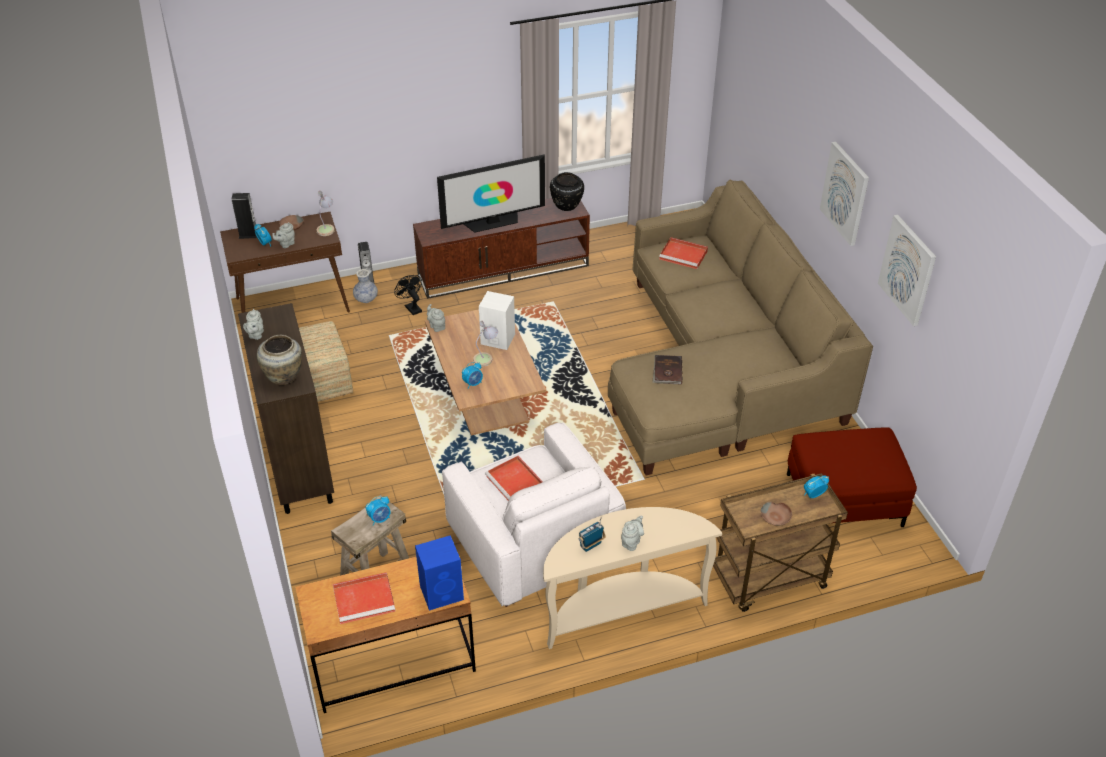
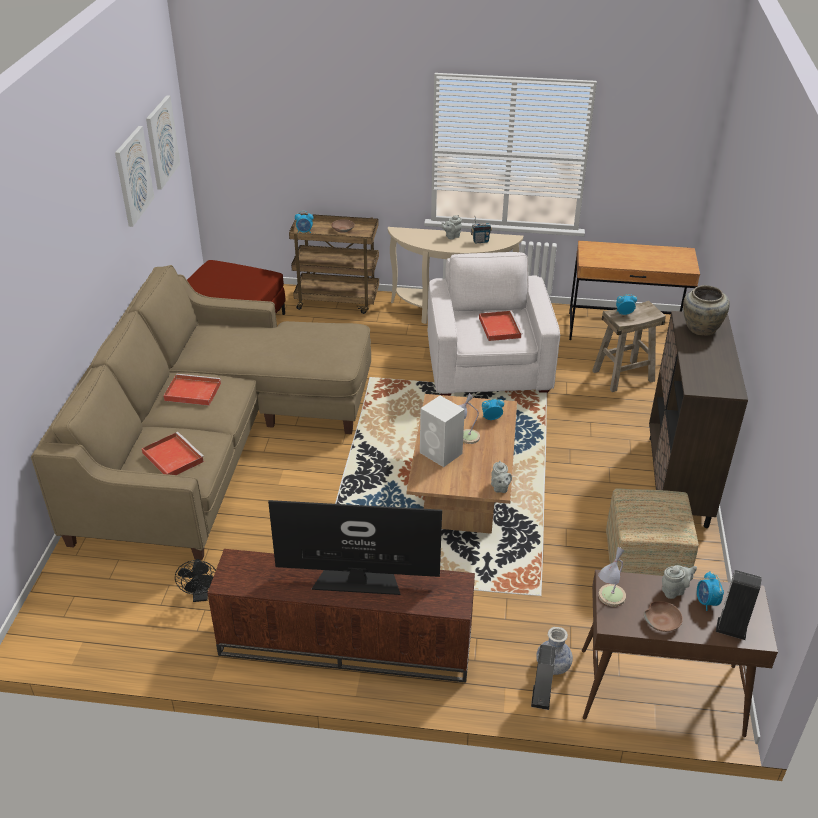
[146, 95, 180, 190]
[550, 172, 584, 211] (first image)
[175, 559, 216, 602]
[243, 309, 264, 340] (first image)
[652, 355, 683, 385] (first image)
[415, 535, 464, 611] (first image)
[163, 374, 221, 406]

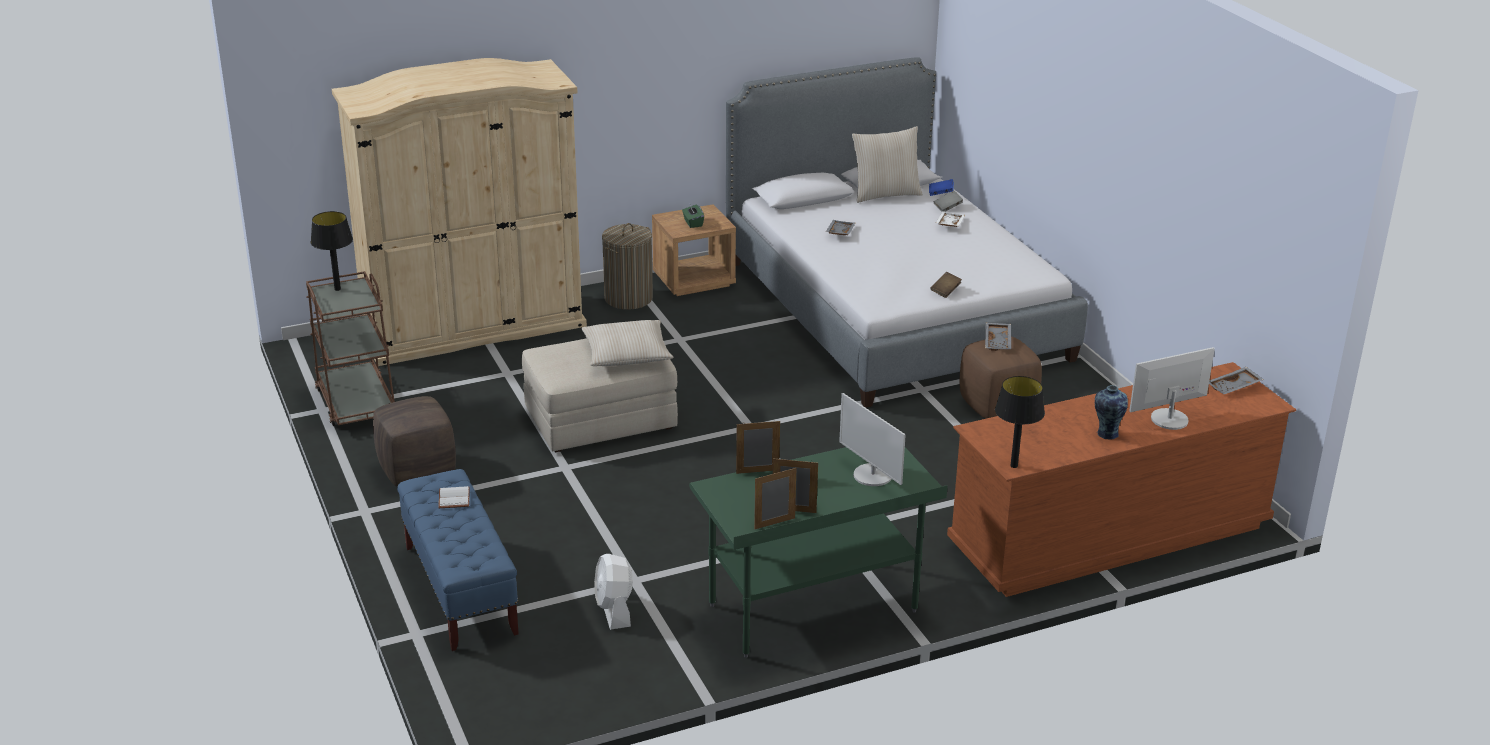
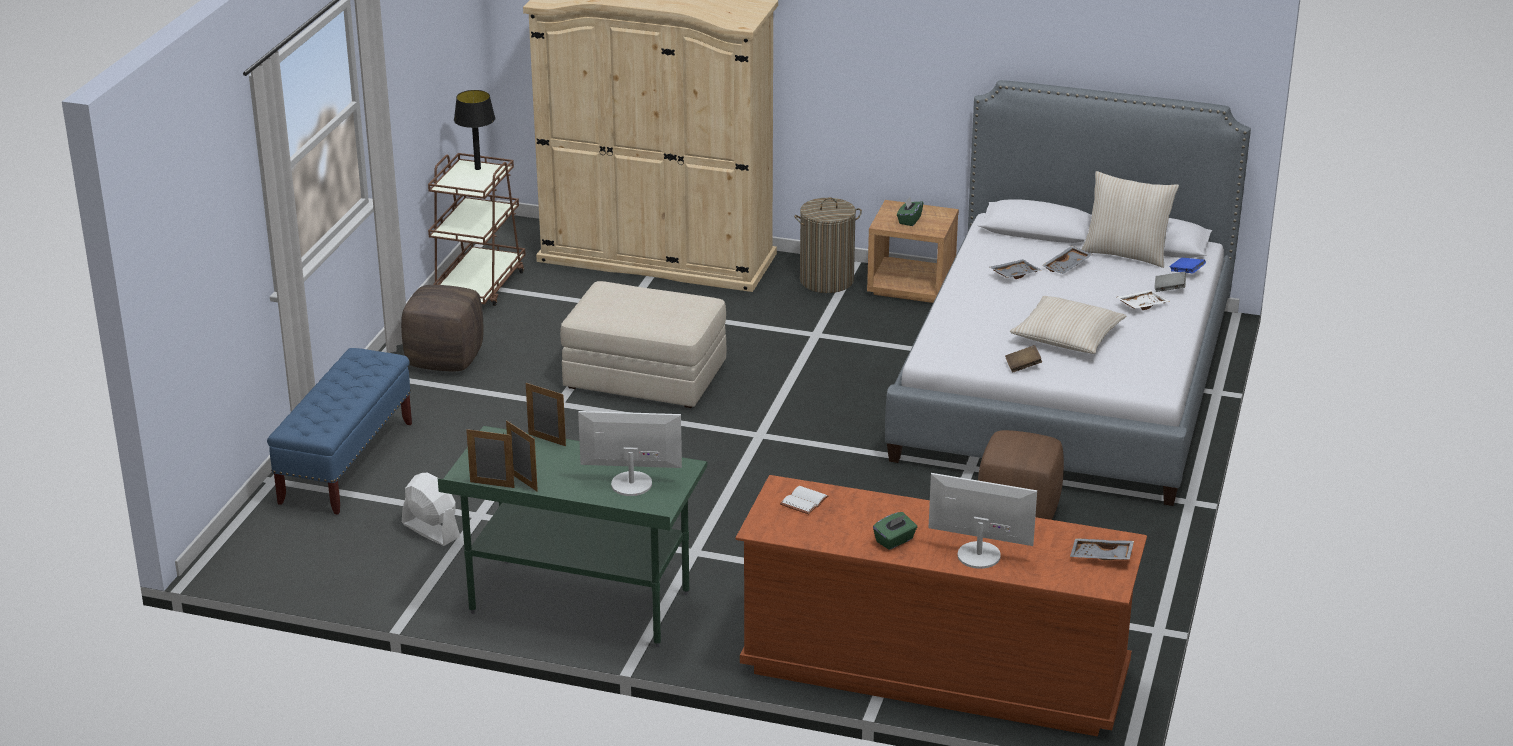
[1010, 296, 1126, 354]
[1042, 246, 1093, 274]
[995, 376, 1045, 468] (first image)
[873, 512, 917, 550]
[578, 411, 682, 496]
[780, 486, 829, 514]
[402, 473, 460, 546]

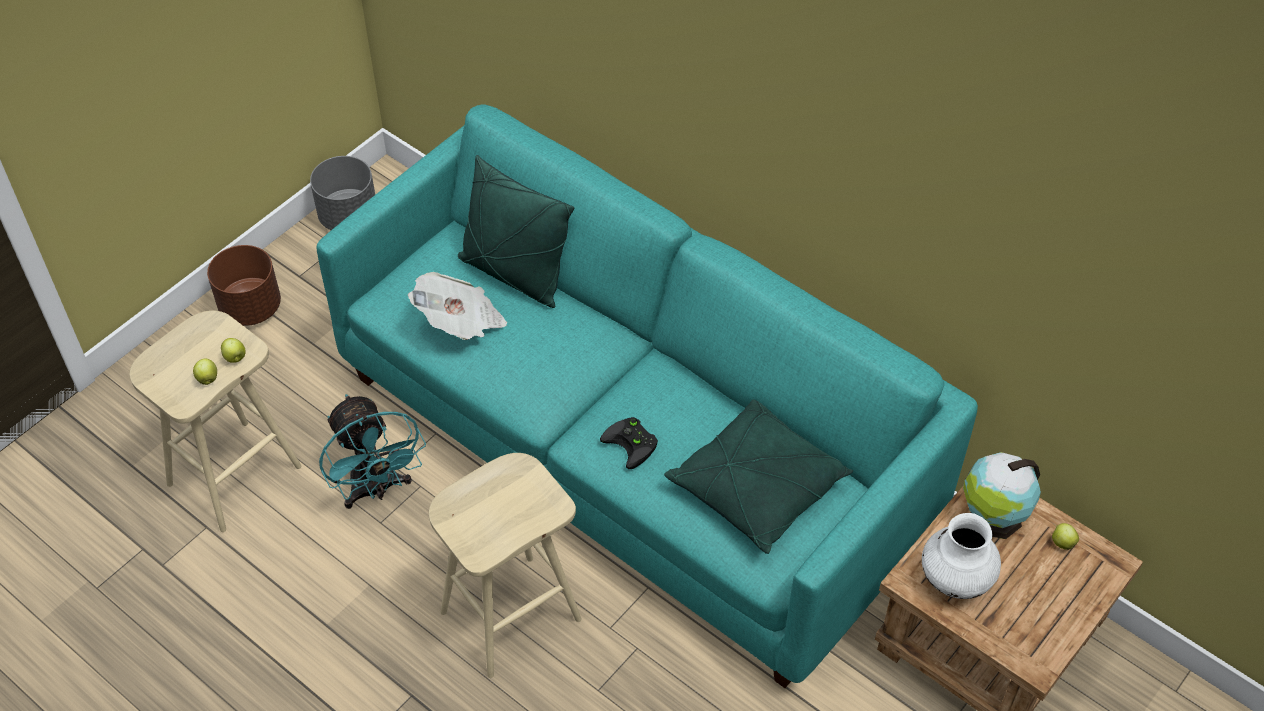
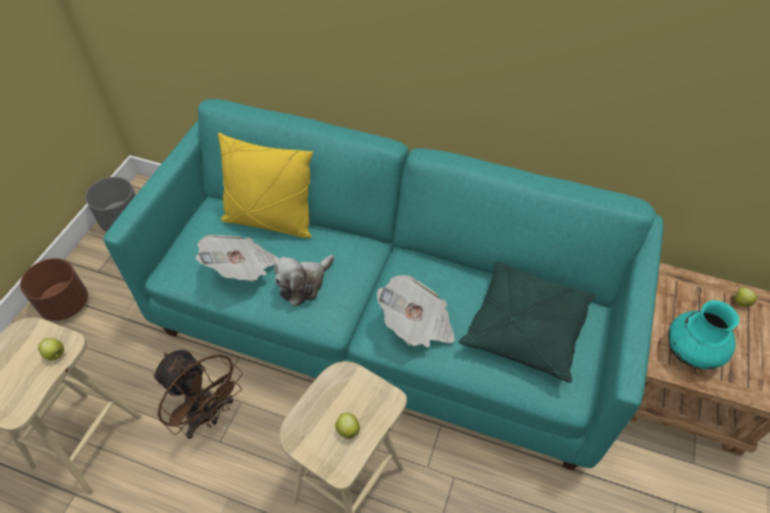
[218, 133, 313, 238]
[335, 413, 360, 439]
[153, 350, 243, 439]
[377, 275, 455, 347]
[963, 452, 1041, 539] (first image)
[668, 300, 739, 369]
[274, 255, 334, 307]

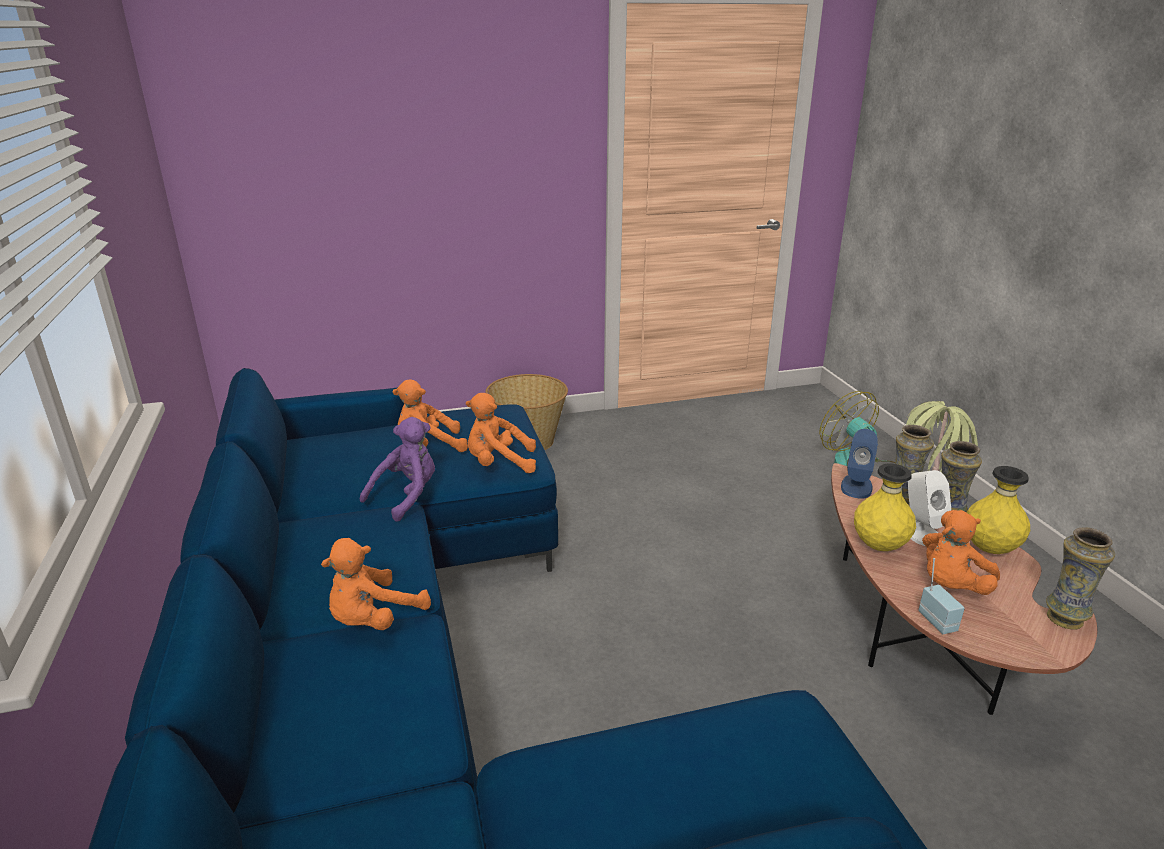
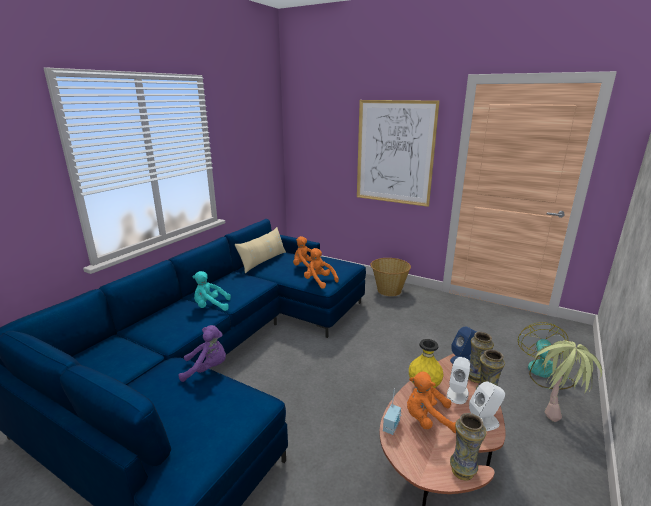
[179, 325, 226, 382]
[469, 382, 505, 431]
[192, 271, 231, 311]
[357, 100, 440, 207]
[235, 227, 286, 273]

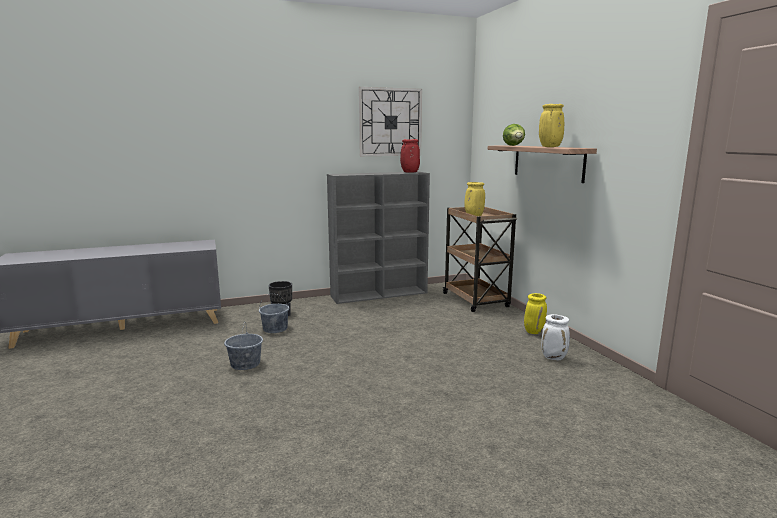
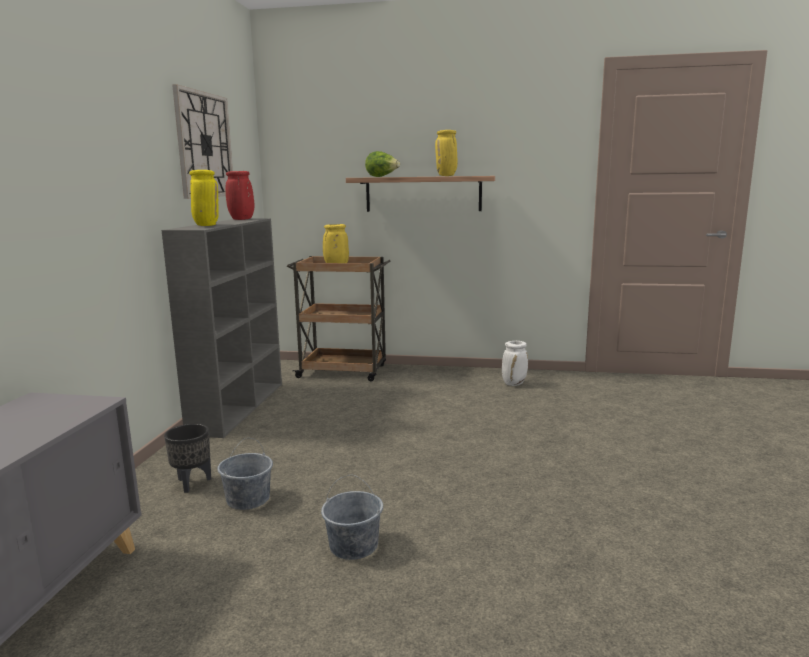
[189, 170, 219, 226]

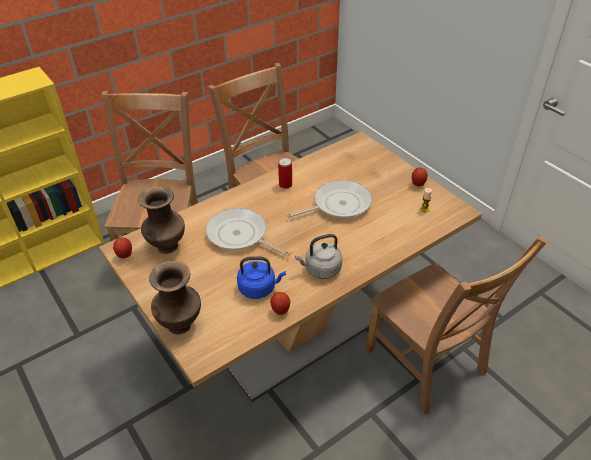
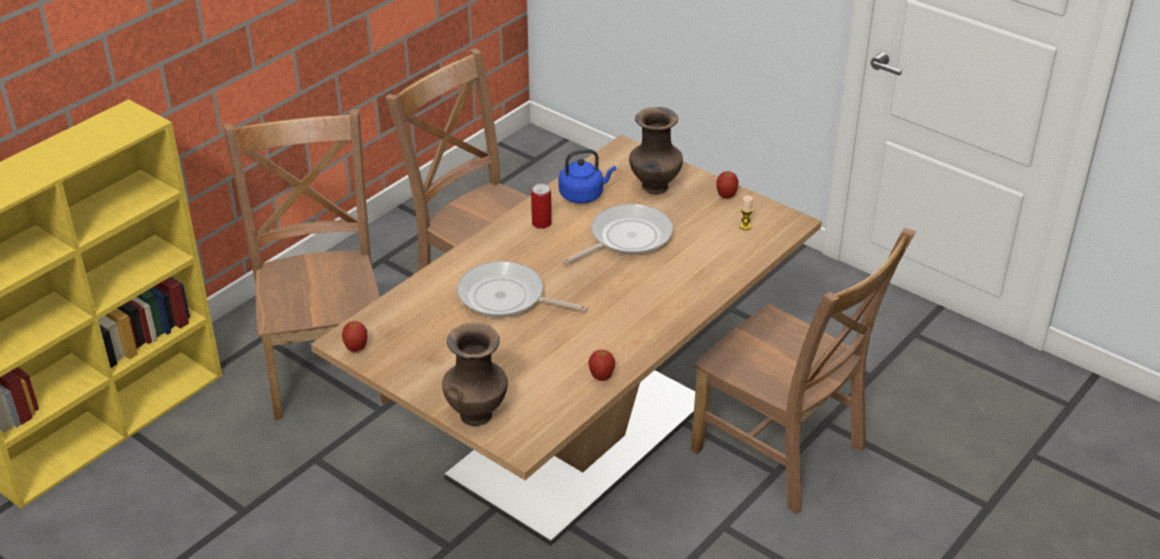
[629, 107, 683, 195]
[295, 234, 343, 279] (first image)
[559, 149, 616, 204]

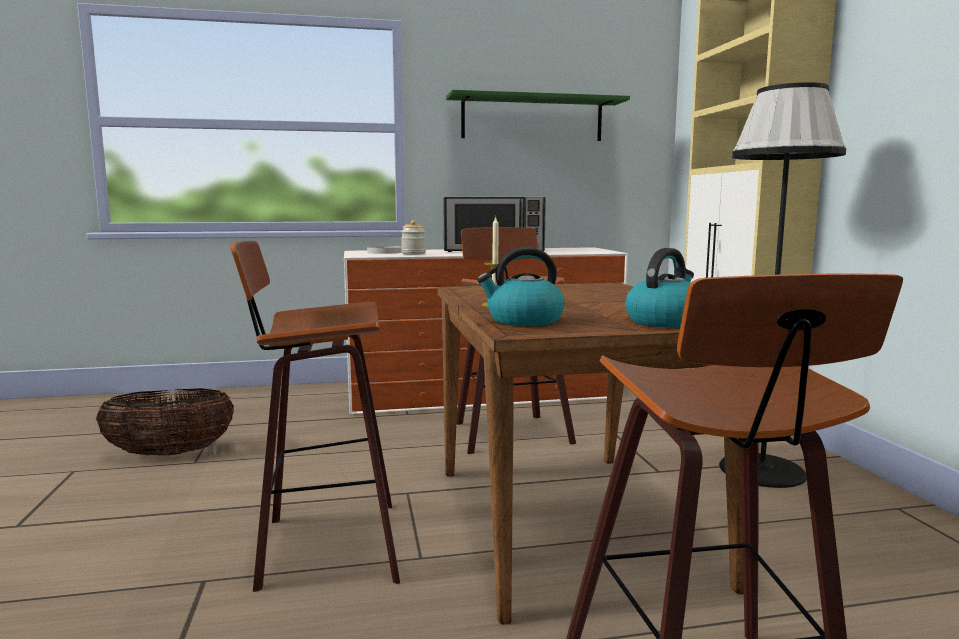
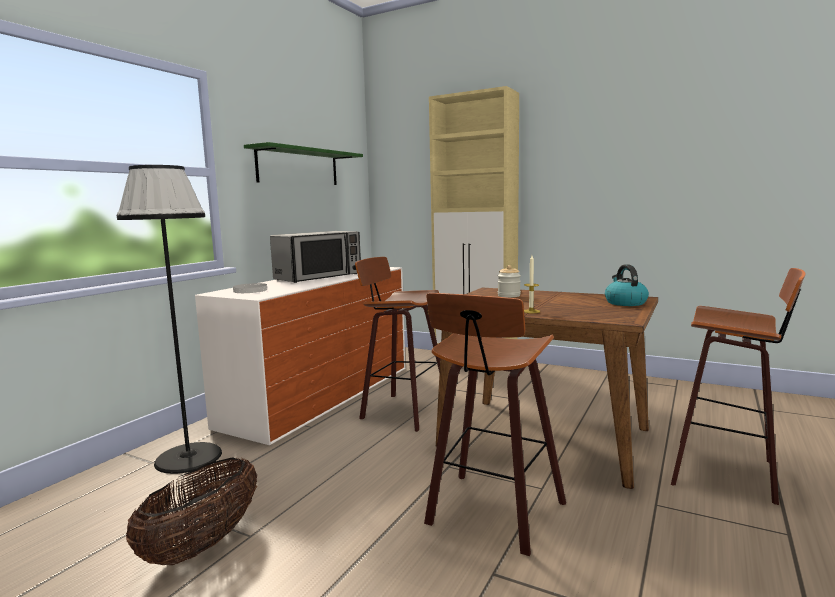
[117, 165, 222, 474]
[498, 265, 521, 298]
[477, 247, 565, 326] (first image)

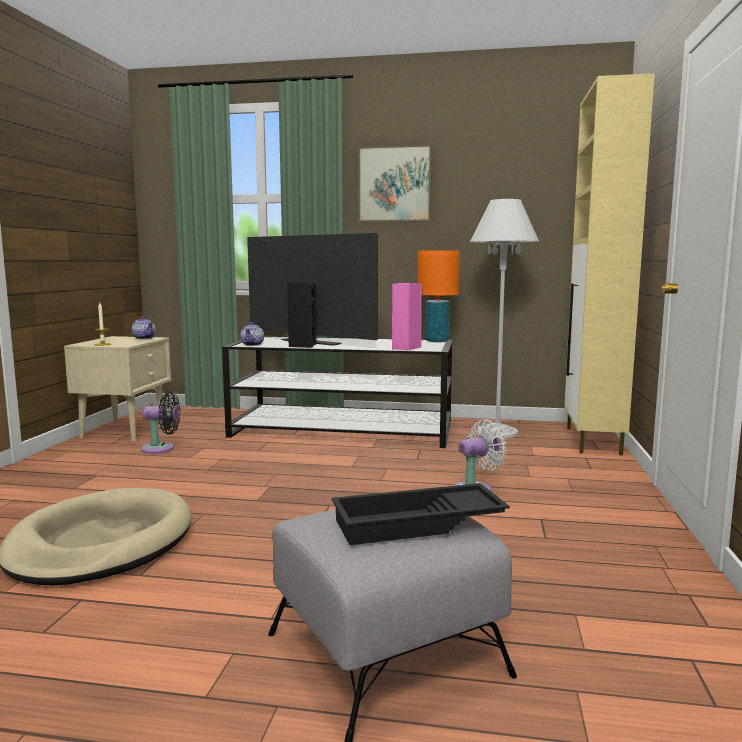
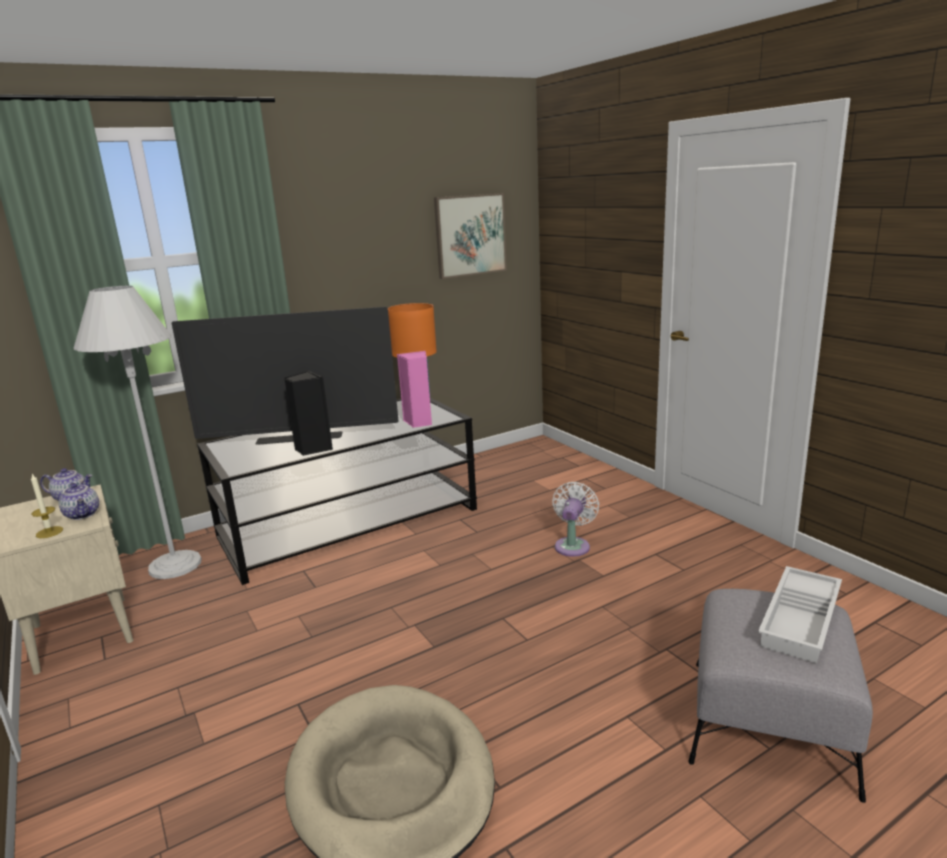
[564, 73, 655, 456] (first image)
[434, 193, 507, 279]
[74, 286, 202, 579]
[59, 483, 99, 520]
[141, 392, 180, 454] (first image)
[758, 566, 842, 663]

